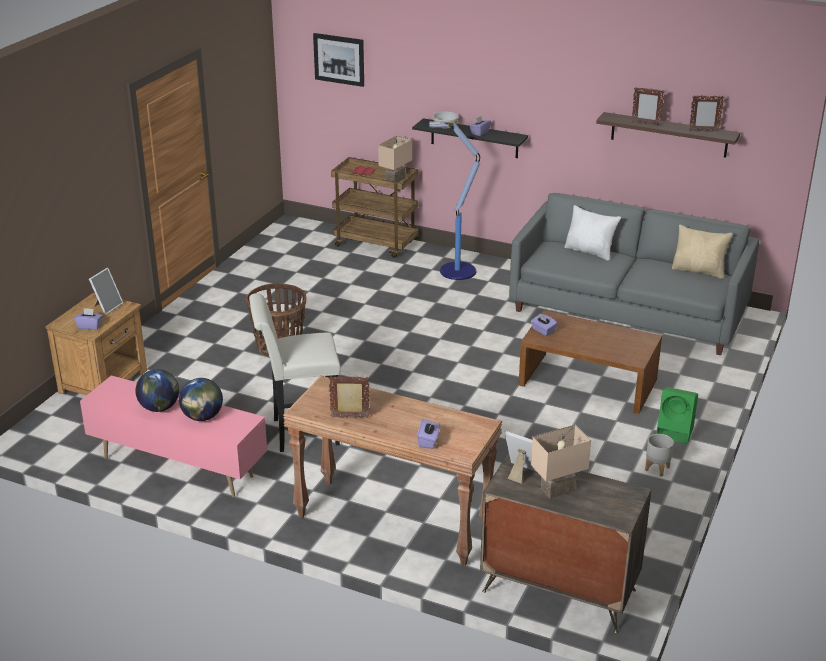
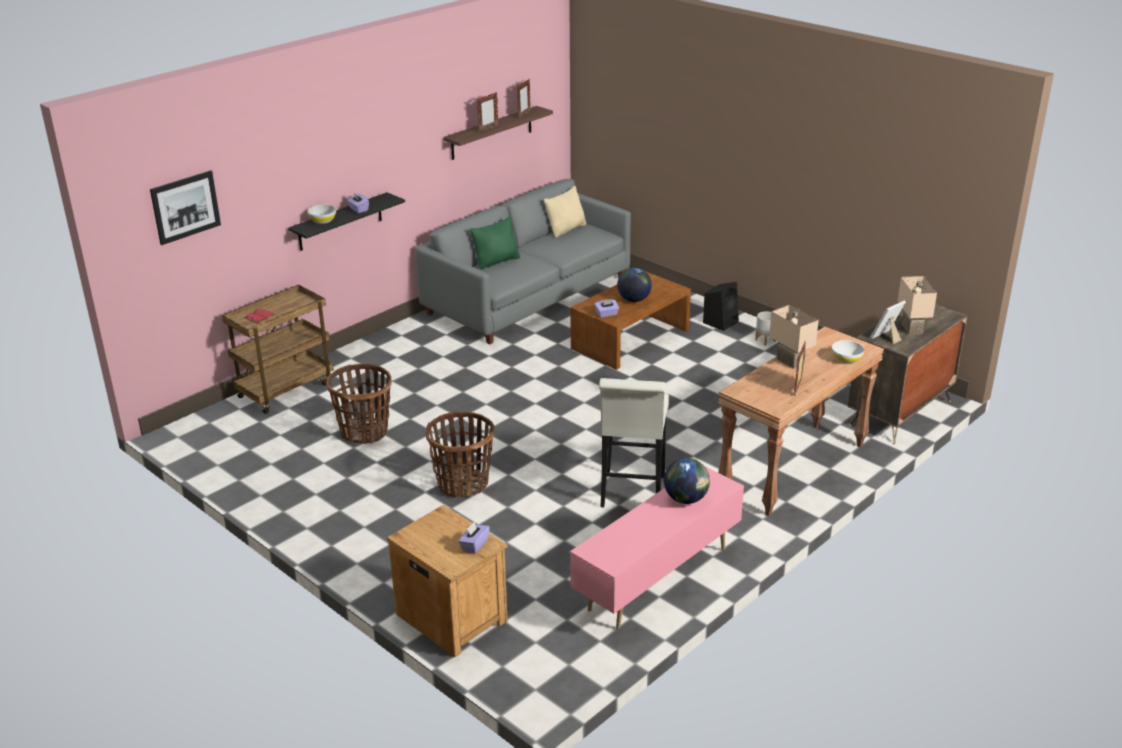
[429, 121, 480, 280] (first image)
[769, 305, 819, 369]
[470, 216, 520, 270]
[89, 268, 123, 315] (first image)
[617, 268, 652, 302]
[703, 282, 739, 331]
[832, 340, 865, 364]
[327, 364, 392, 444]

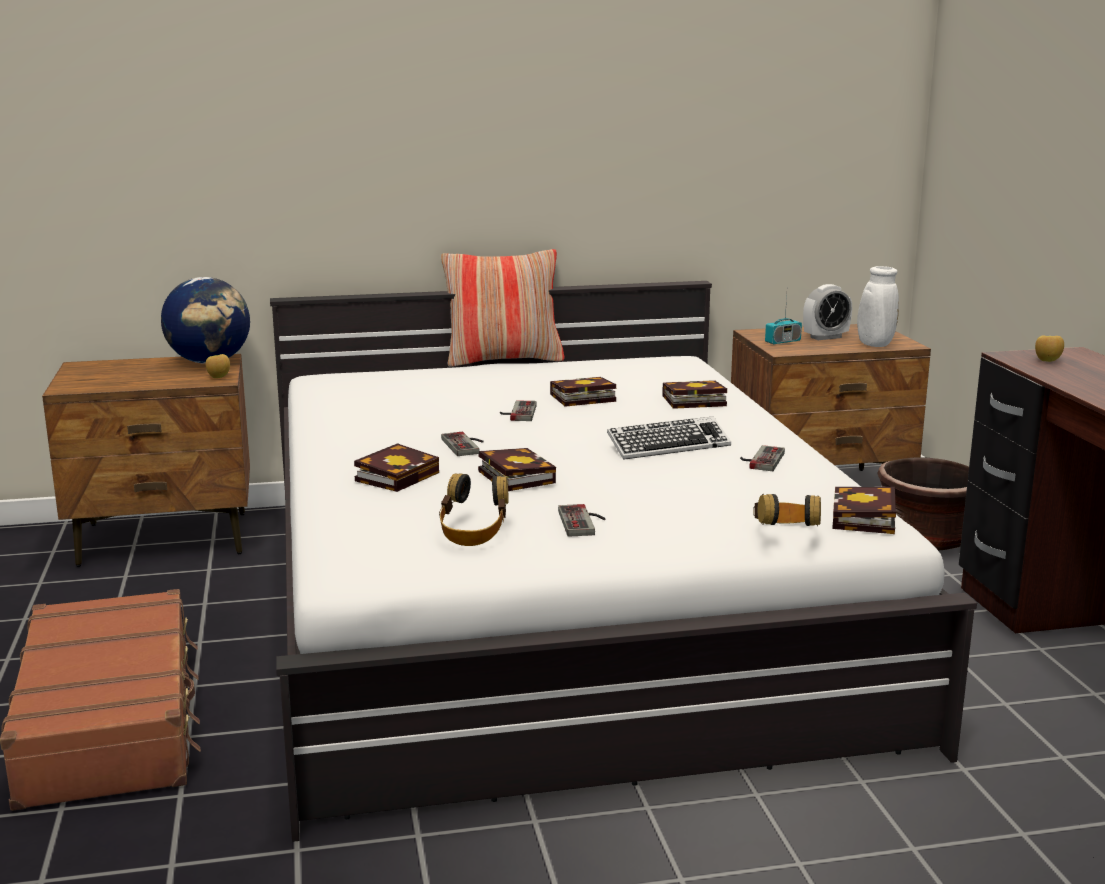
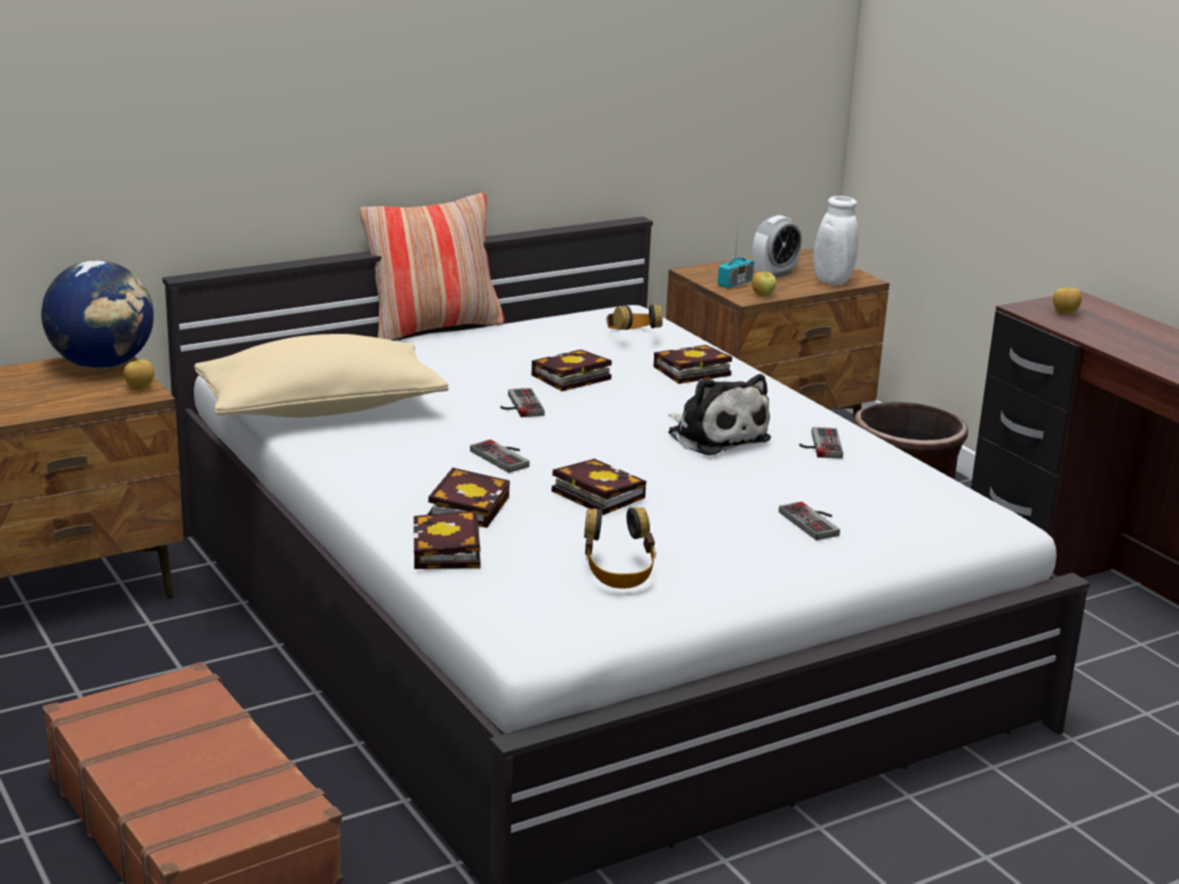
[668, 374, 771, 456]
[413, 511, 481, 569]
[606, 304, 663, 330]
[779, 502, 840, 540]
[752, 272, 777, 297]
[194, 334, 449, 418]

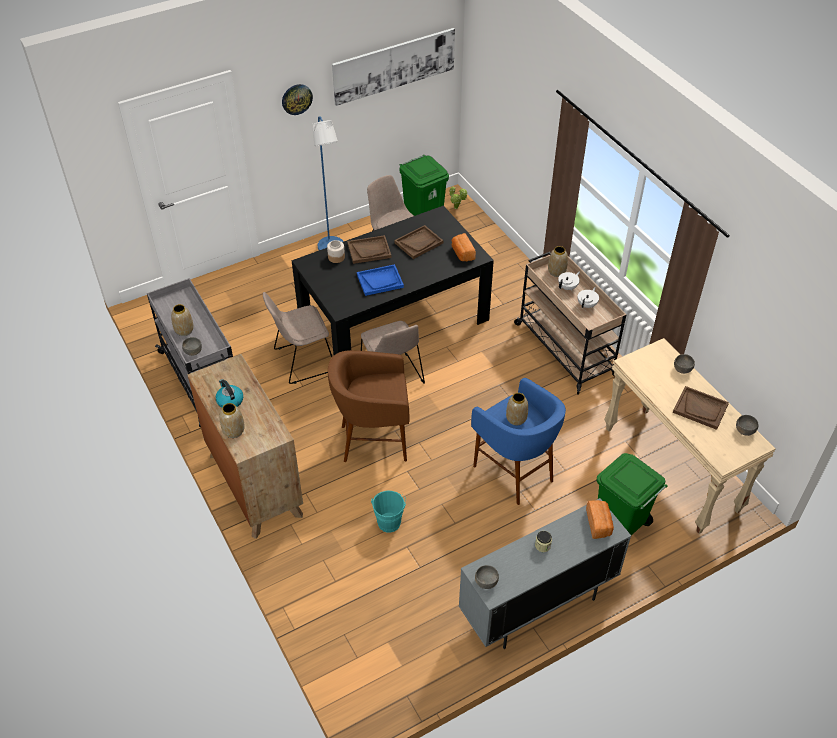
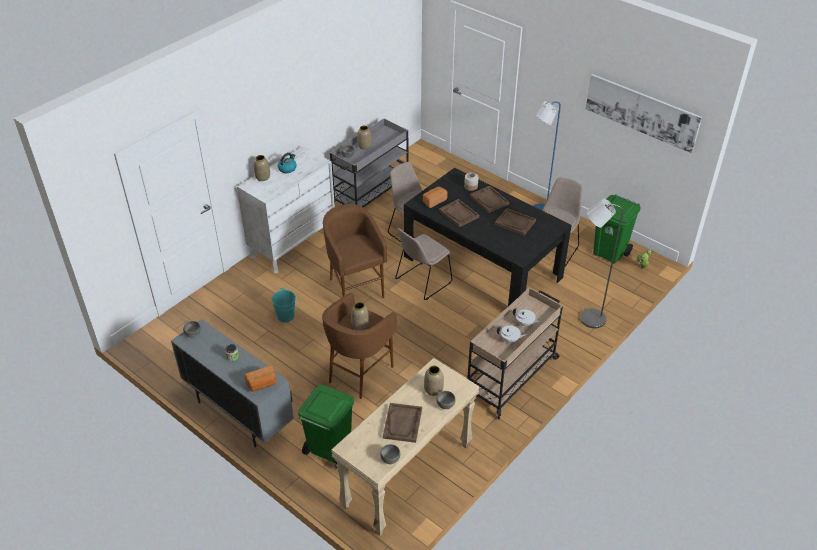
[282, 84, 313, 115] (first image)
[423, 187, 448, 208]
[424, 365, 444, 396]
[439, 199, 479, 228]
[237, 146, 335, 273]
[322, 293, 397, 399]
[580, 199, 623, 328]

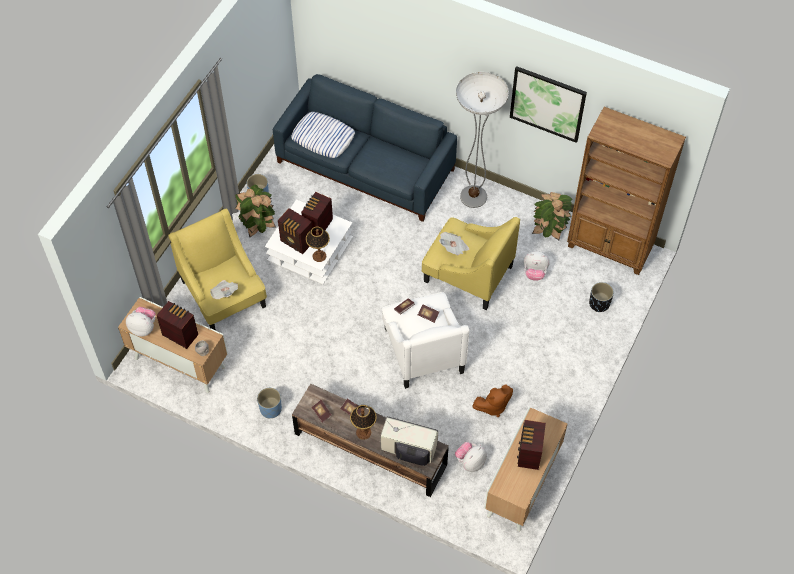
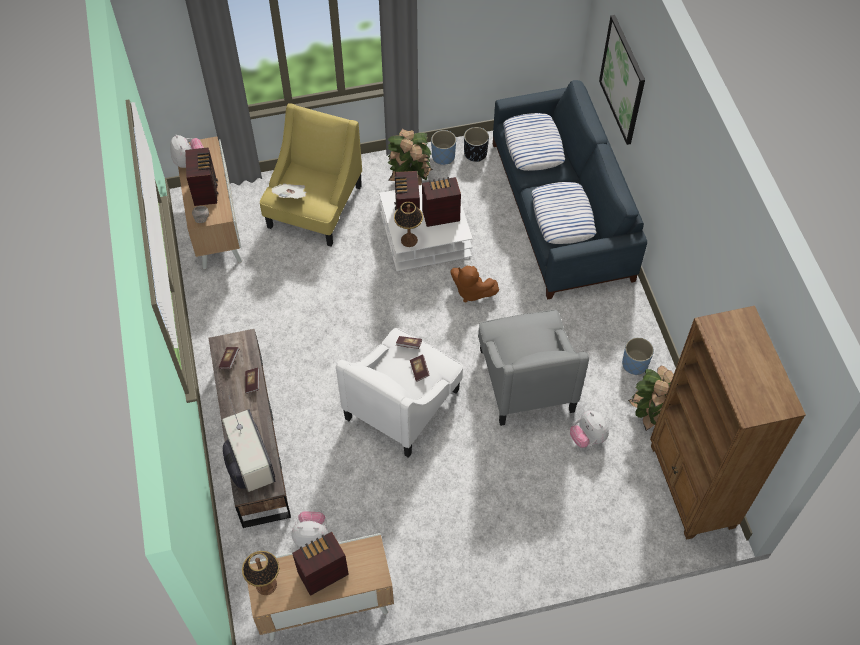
[599, 15, 645, 145]
[456, 72, 509, 208] (first image)
[478, 310, 589, 426]
[439, 232, 470, 256] (first image)
[464, 127, 489, 162]
[451, 265, 499, 303]
[622, 337, 654, 375]
[242, 551, 279, 595]
[531, 182, 596, 244]

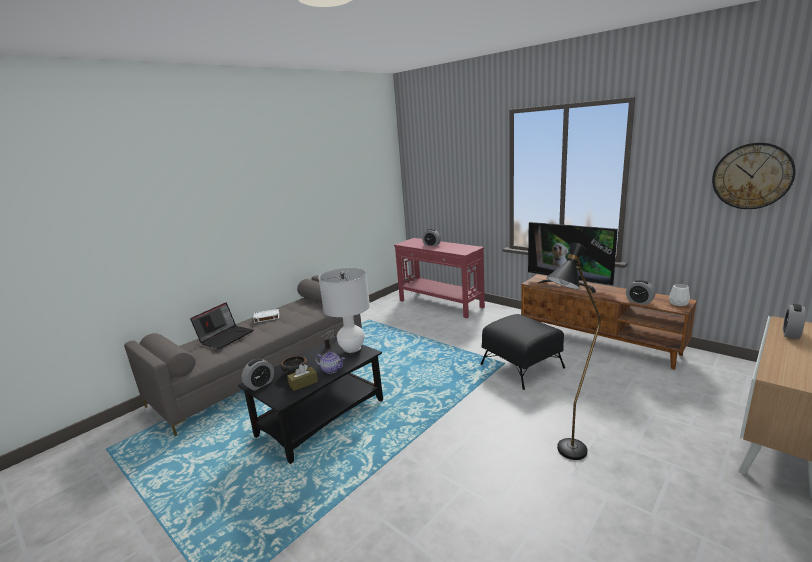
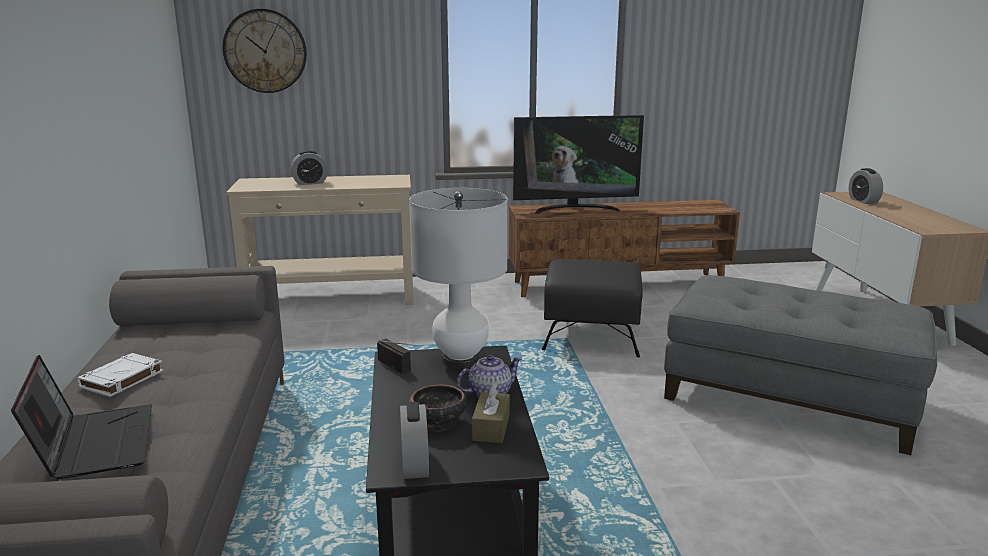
[223, 9, 307, 93]
[226, 175, 414, 305]
[664, 275, 937, 455]
[626, 280, 655, 305] (first image)
[669, 284, 690, 306] (first image)

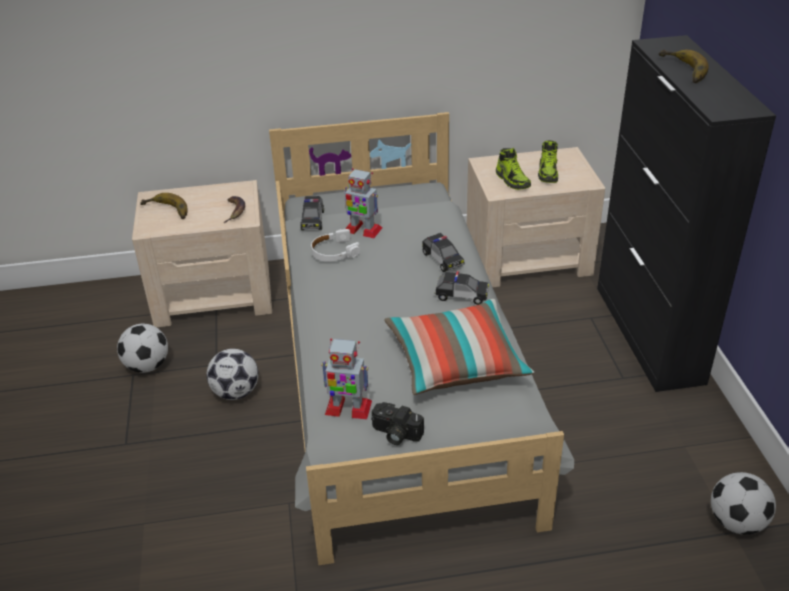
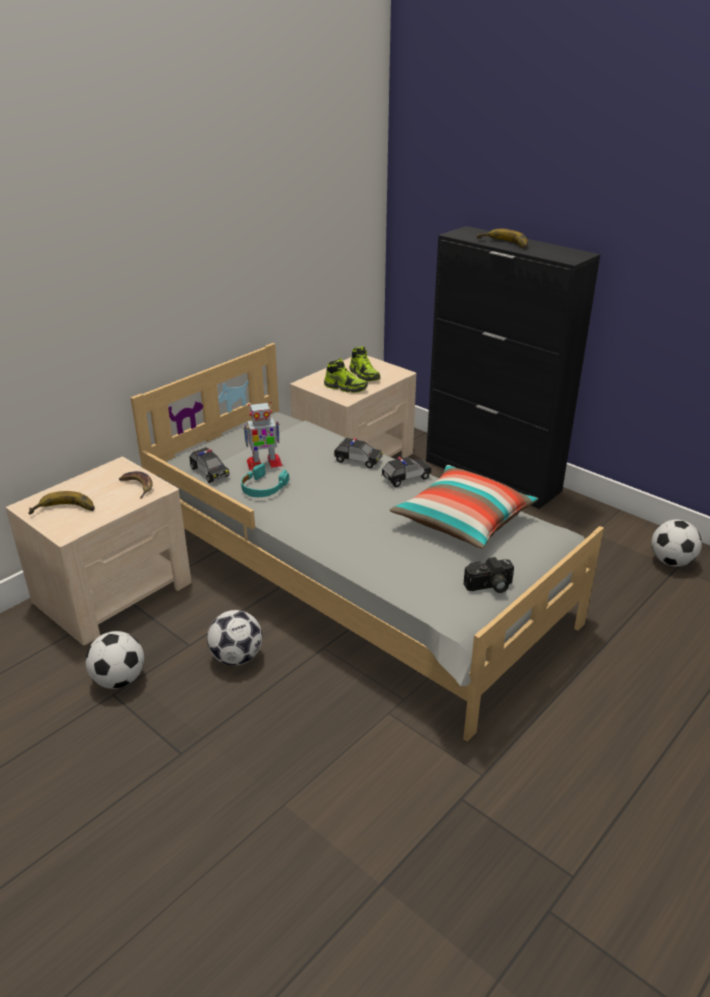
[241, 463, 289, 497]
[321, 338, 372, 419] (first image)

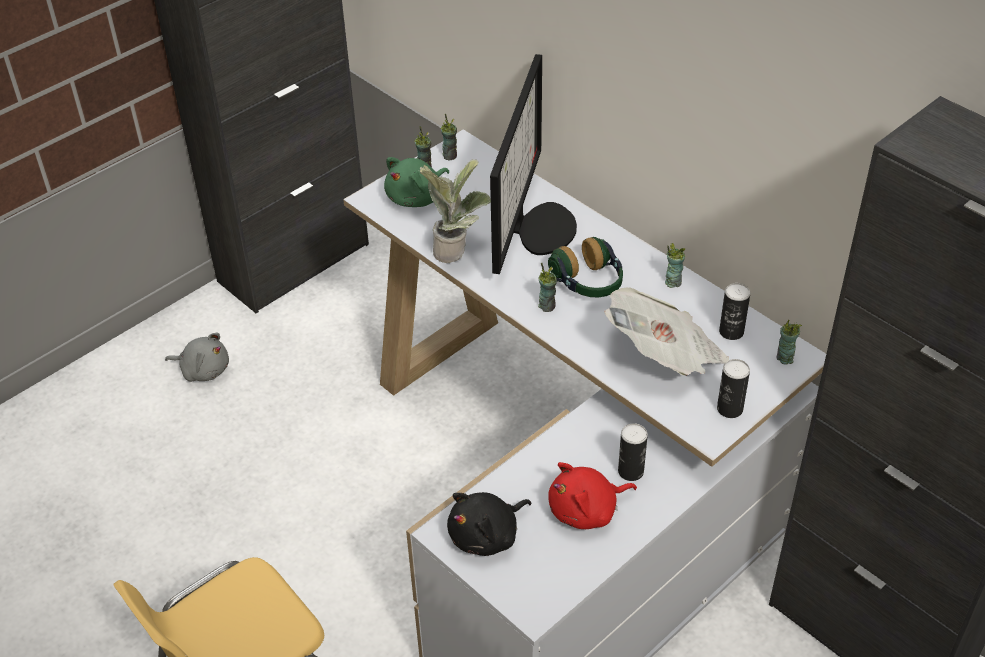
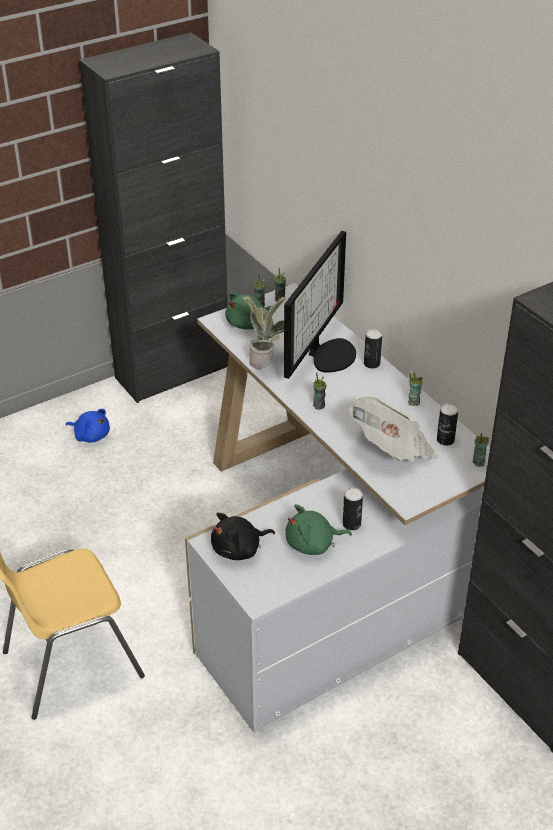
[548, 237, 623, 297] (first image)
[66, 409, 110, 442]
[364, 329, 382, 369]
[285, 504, 352, 555]

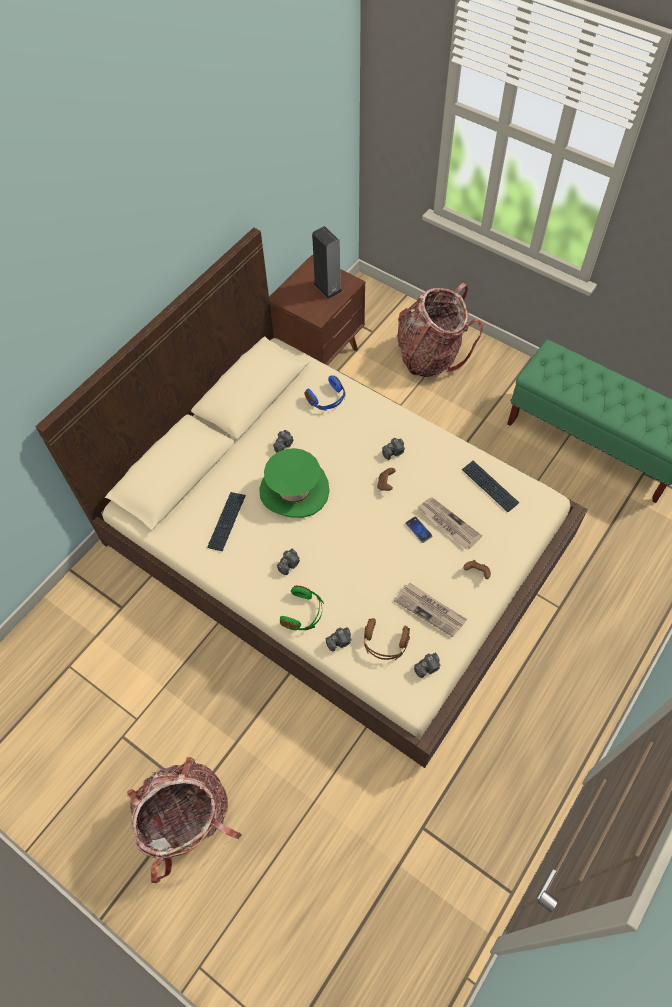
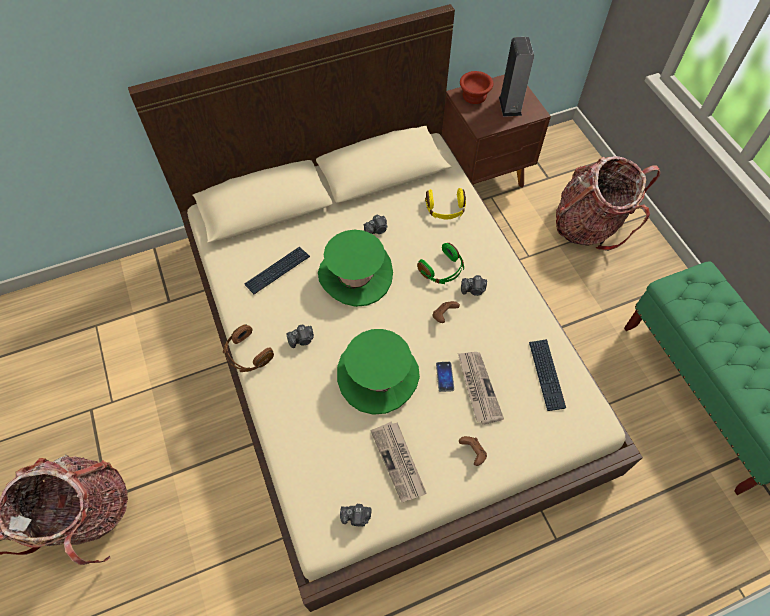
[425, 188, 466, 219]
[417, 243, 464, 284]
[223, 324, 274, 372]
[325, 627, 352, 651] (first image)
[460, 71, 493, 104]
[337, 329, 420, 415]

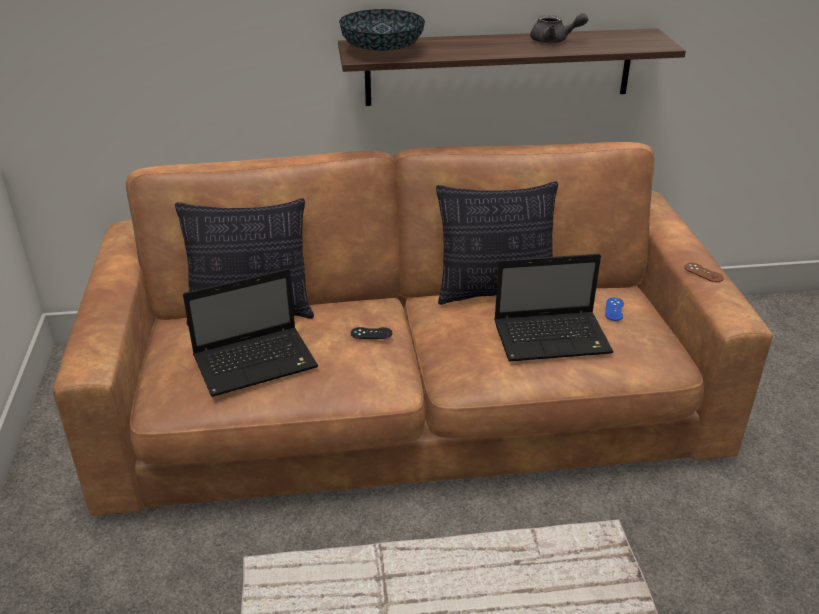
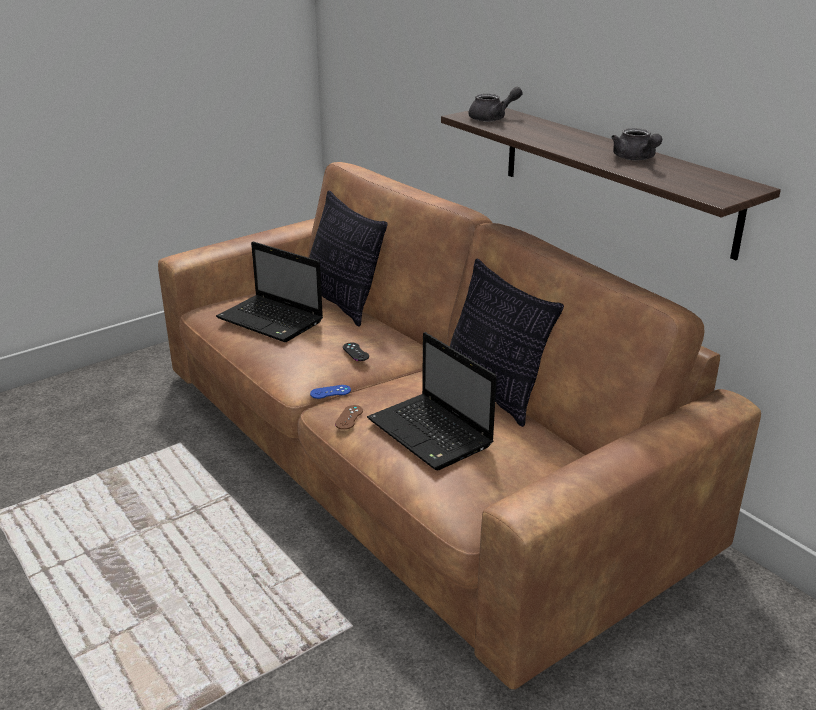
[469, 87, 523, 122]
[335, 405, 363, 430]
[310, 385, 351, 399]

